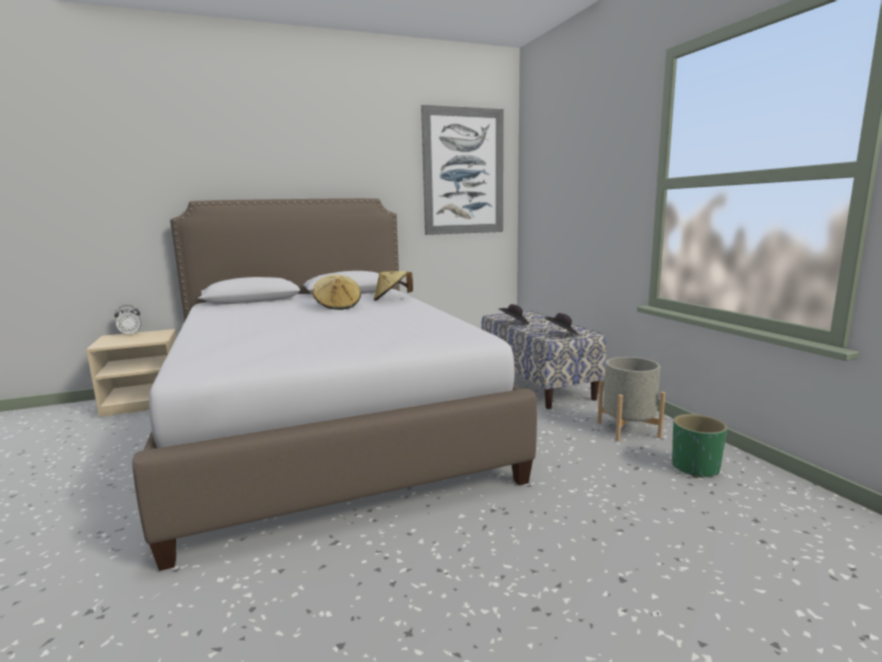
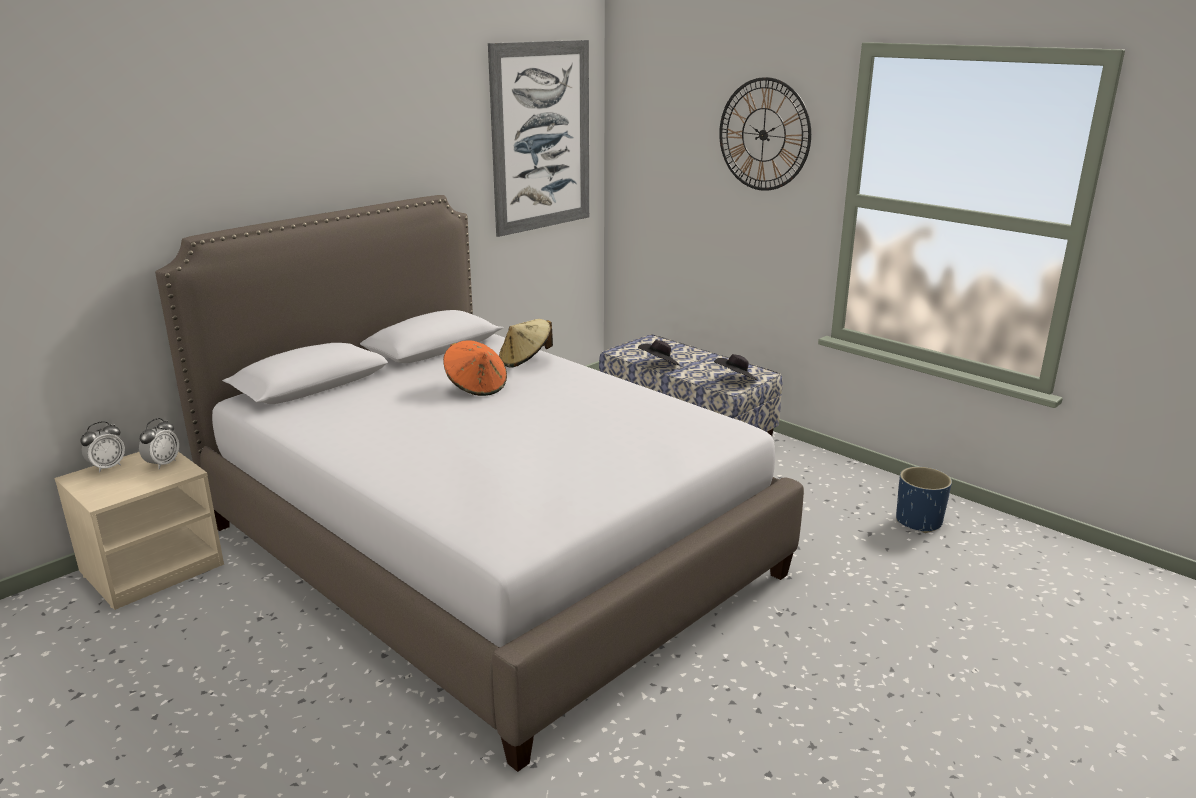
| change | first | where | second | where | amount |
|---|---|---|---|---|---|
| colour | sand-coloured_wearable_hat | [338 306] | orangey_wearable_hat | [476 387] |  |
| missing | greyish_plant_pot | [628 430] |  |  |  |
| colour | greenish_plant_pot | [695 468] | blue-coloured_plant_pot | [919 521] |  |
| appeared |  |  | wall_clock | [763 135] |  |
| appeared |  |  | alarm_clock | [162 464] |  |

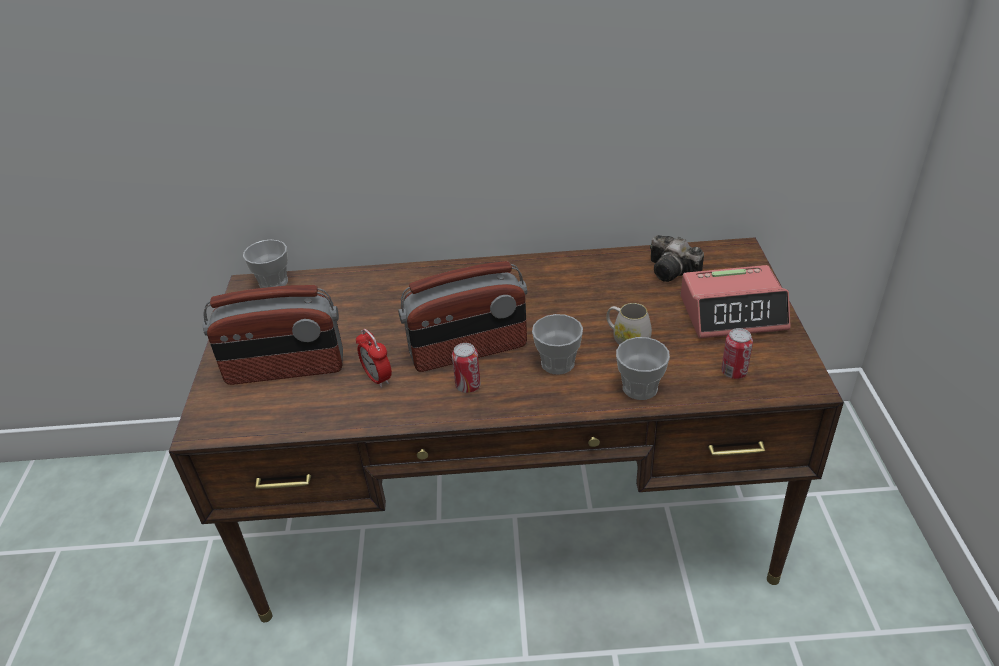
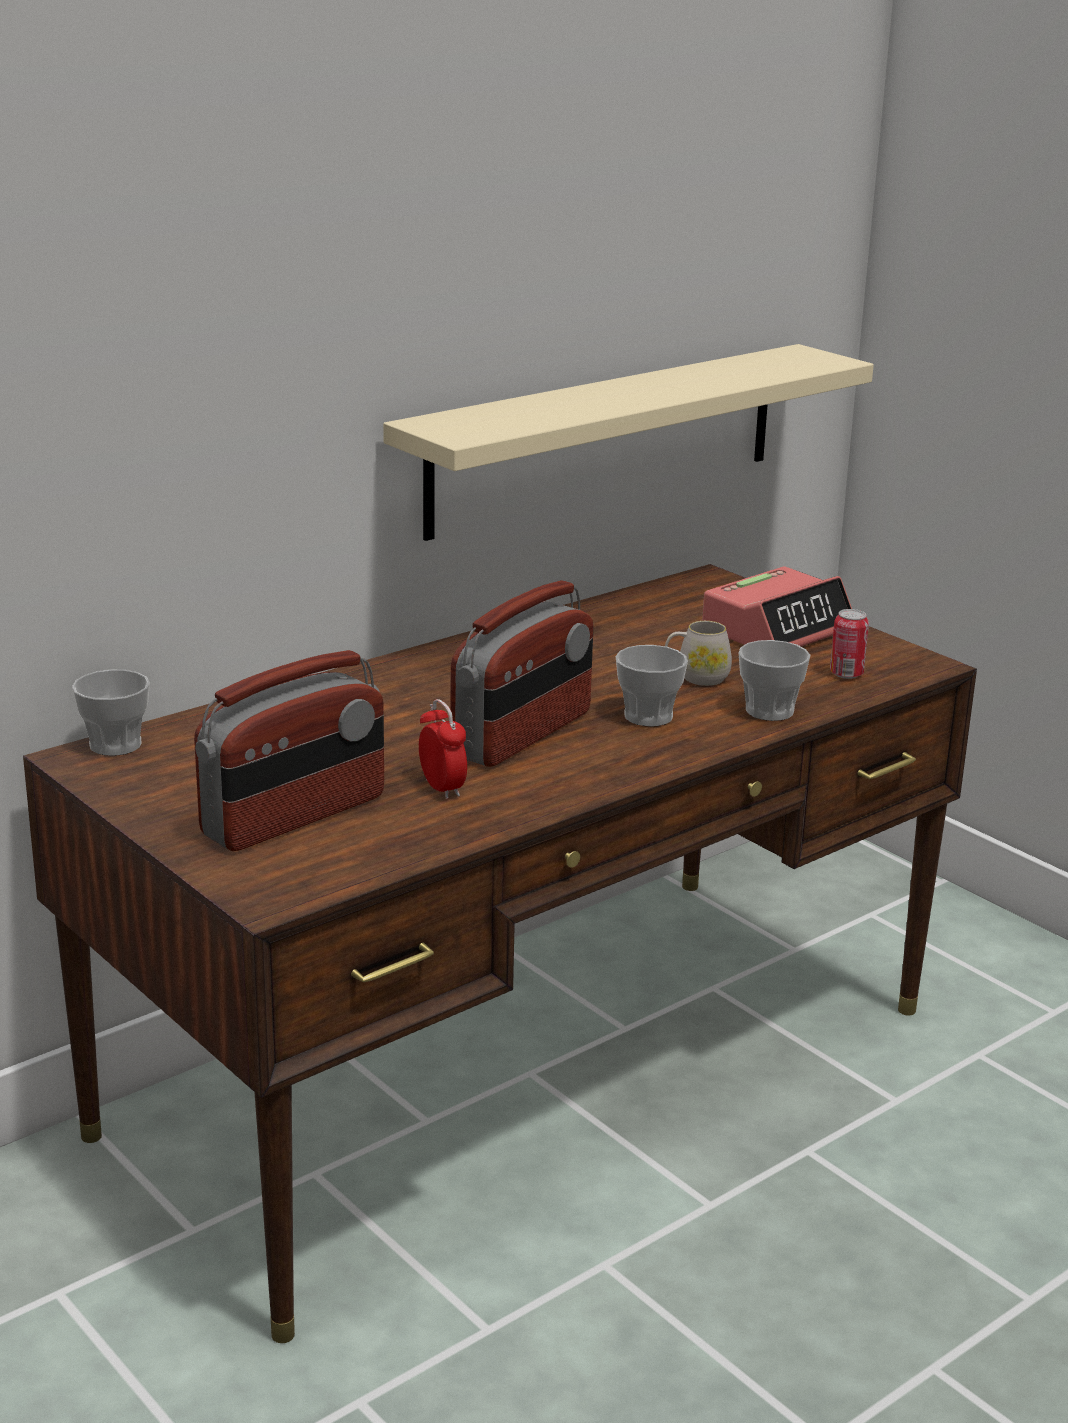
| change | first | where | second | where | amount |
|---|---|---|---|---|---|
| missing | still_camera | [674 272] |  |  |  |
| spun | alarm_clock | [377 378] |  | [442 788] | 135 degrees counterclockwise |
| missing | can | [468 386] |  |  |  |
| appeared |  |  | sand-coloured_shelf | [606 438] |  |

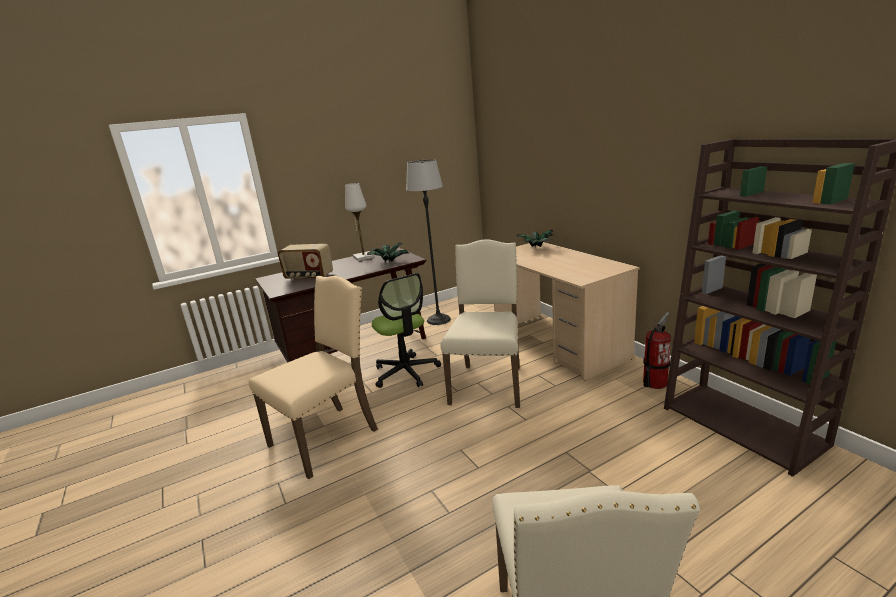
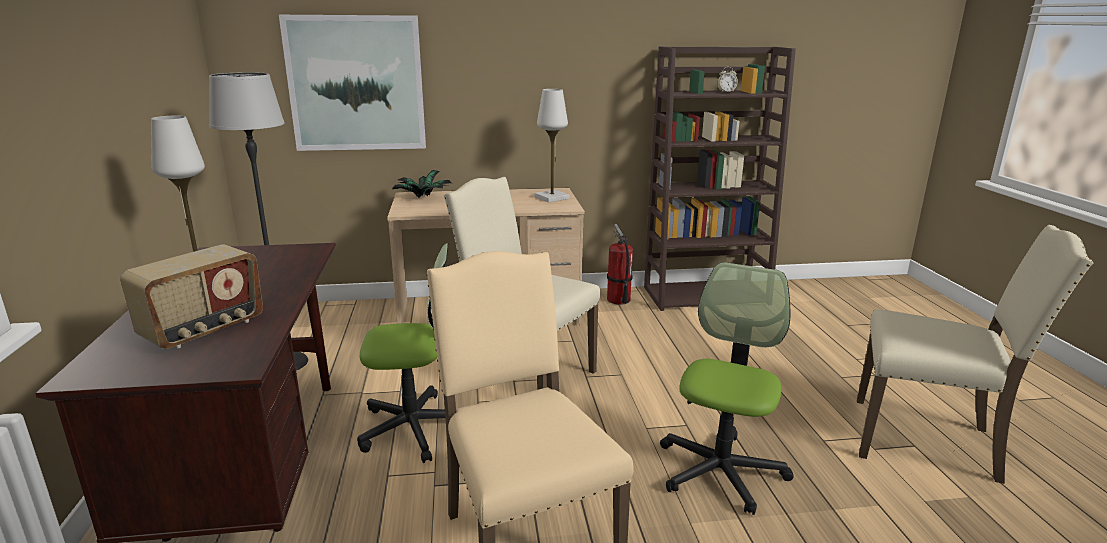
| change | first | where | second | where | amount |
|---|---|---|---|---|---|
| missing | houseplant | [388 261] |  |  |  |
| appeared |  |  | wall_picture | [356 84] |  |
| appeared |  |  | alarm_clock | [726 92] |  |
| appeared |  |  | white-coloured_table_lamp | [552 198] |  |
| appeared |  |  | computer_chair | [720 471] |  |

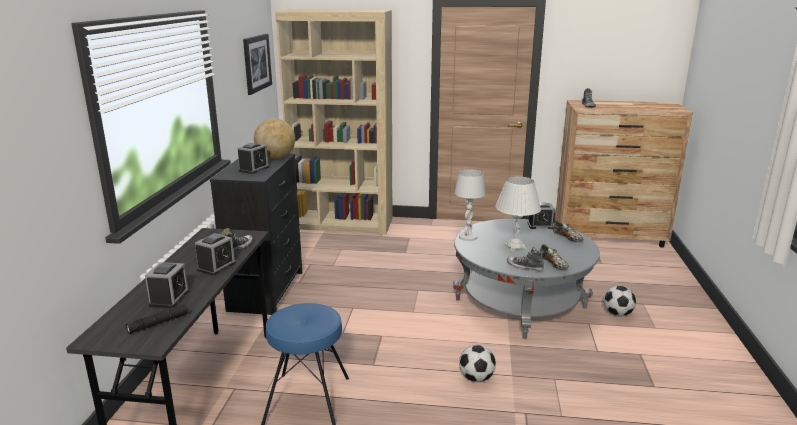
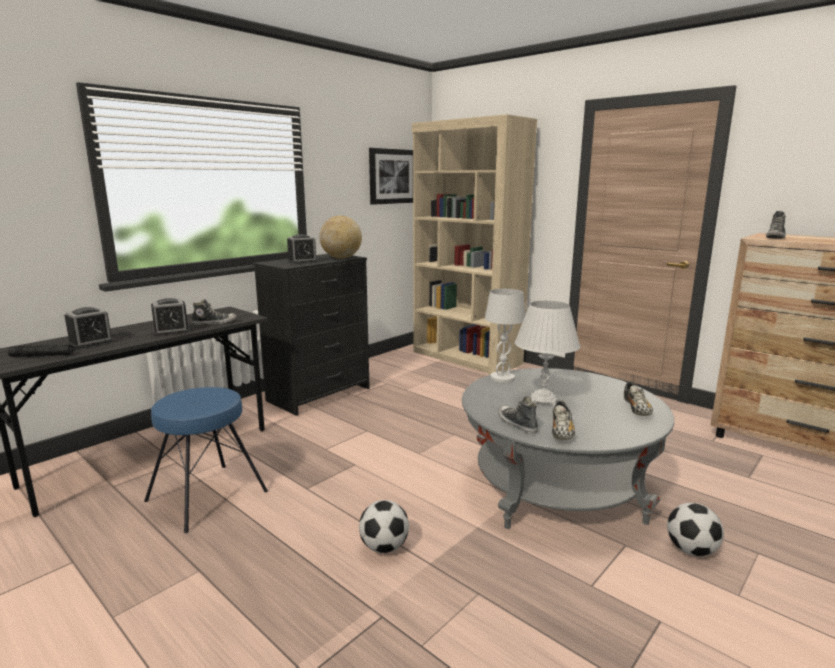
| change | first | where | second | where | amount |
|---|---|---|---|---|---|
| missing | alarm_clock | [540 225] |  |  |  |

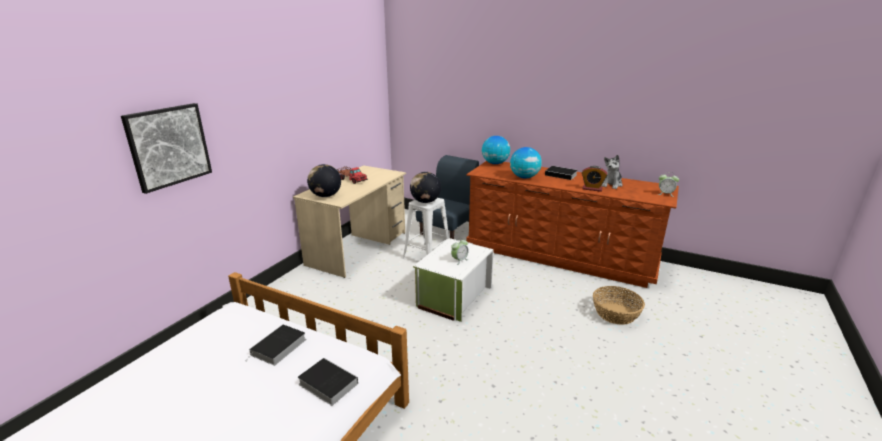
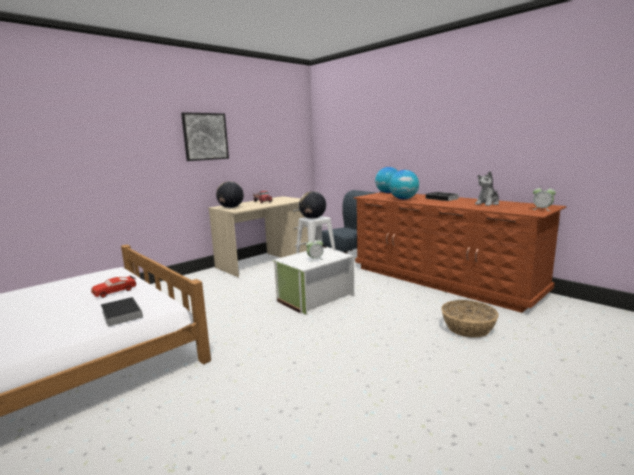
| change | first | where | second | where | amount |
|---|---|---|---|---|---|
| relocated | wall_picture | [169 146] |  | [205 136] |  |
| missing | alarm_clock | [592 189] |  |  |  |
| exchanged | book | [278 348] | red_model_car | [115 291] |  |

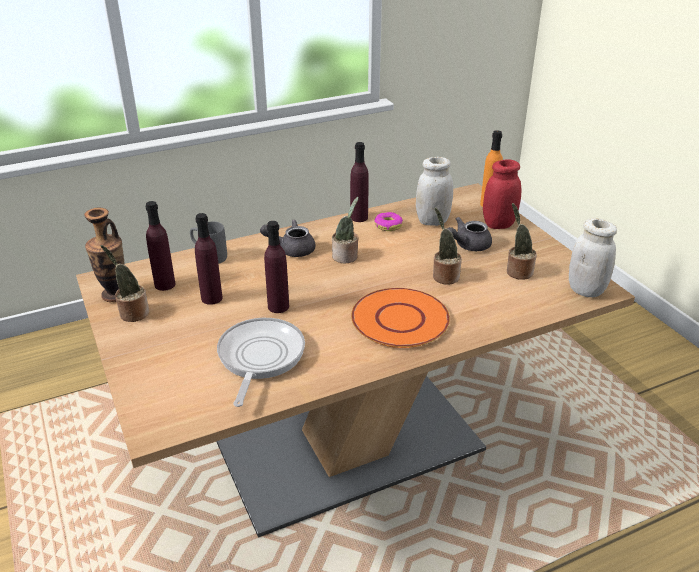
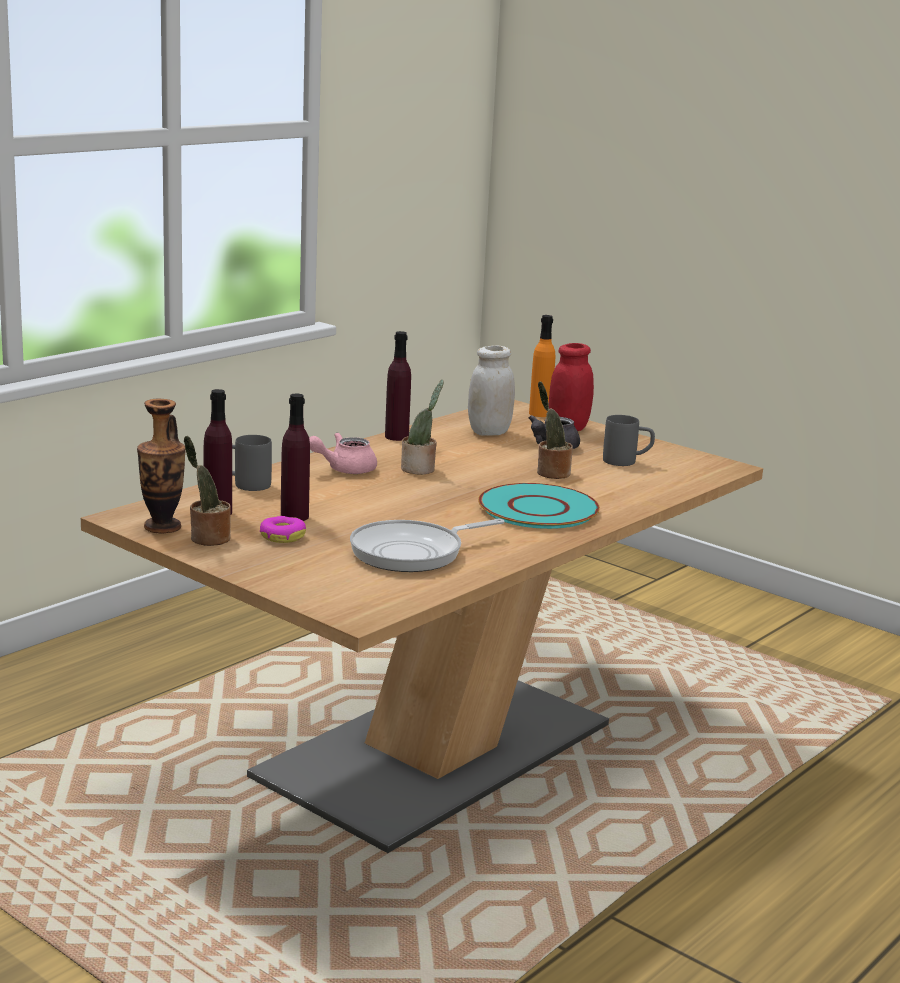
| change | first | where | second | where | amount |
|---|---|---|---|---|---|
| exchanged | houseplant | [517 271] | greyish_tea_mug | [627 462] |  |
| relocated | ring_doughnut | [388 225] |  | [282 536] |  |
| missing | white-coloured_storage_jar | [586 290] |  |  |  |
| colour | greyish_pot_for_tea | [291 249] | pinkish_pot_for_tea | [344 469] |  |
| missing | purplish_bottle | [278 306] |  |  |  |
| colour | orangey_flat_dish | [400 319] | turquoise-coloured_flat_dish | [538 508] |  |
| spun | frying_pan | [259 357] |  | [413 553] | 105 degrees counterclockwise |

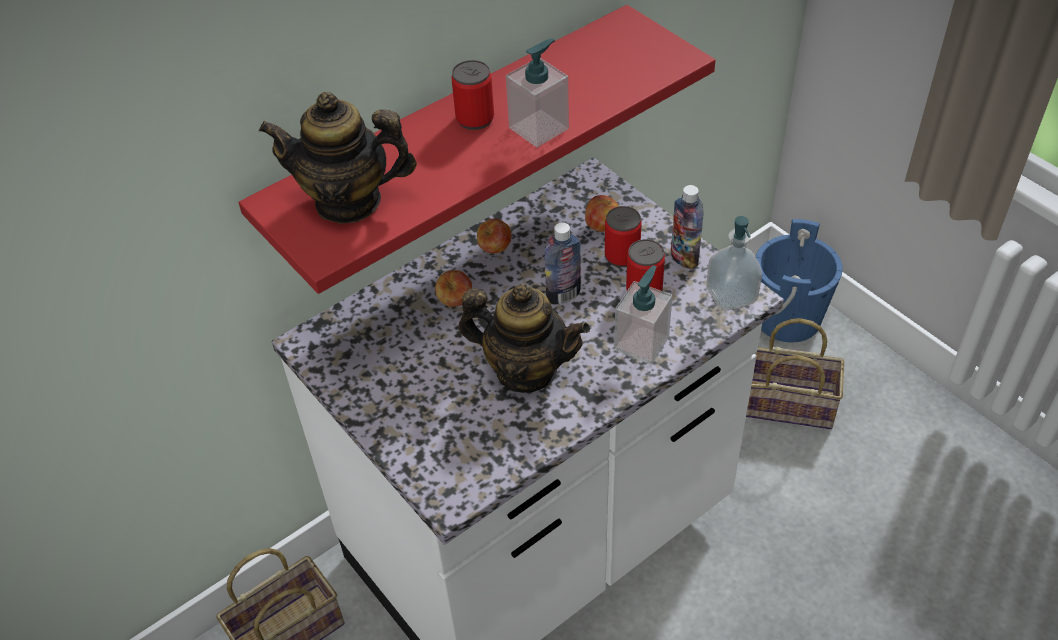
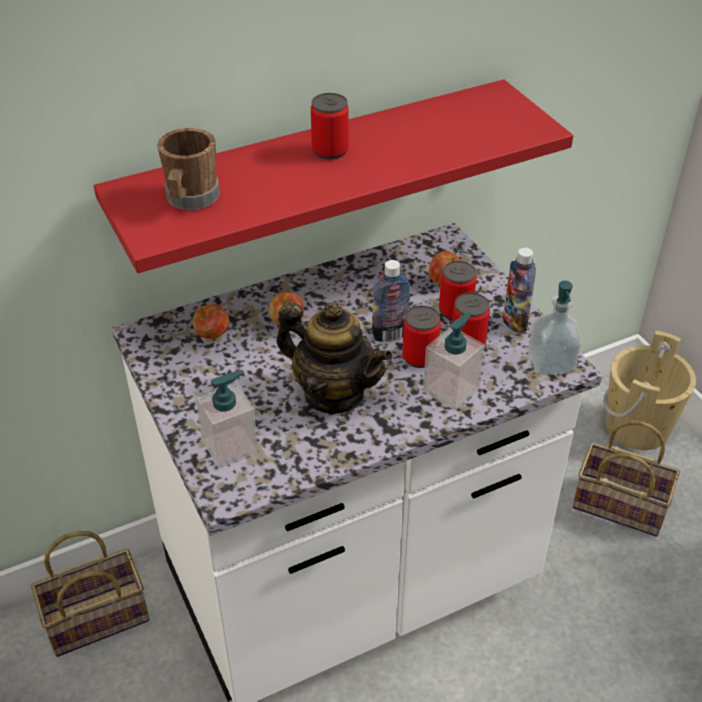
| change | first | where | second | where | amount |
|---|---|---|---|---|---|
| relocated | liquid_soap_bottle | [539 128] |  | [230 446] |  |
| exchanged | pot_for_tea | [348 201] | brownish_tea_mug | [190 199] |  |
| relocated | apple | [495 249] |  | [212 335] |  |
| colour | blue-coloured_bucket | [787 318] | sand-coloured_bucket | [637 426] |  |
| appeared |  |  | can | [420 357] |  |

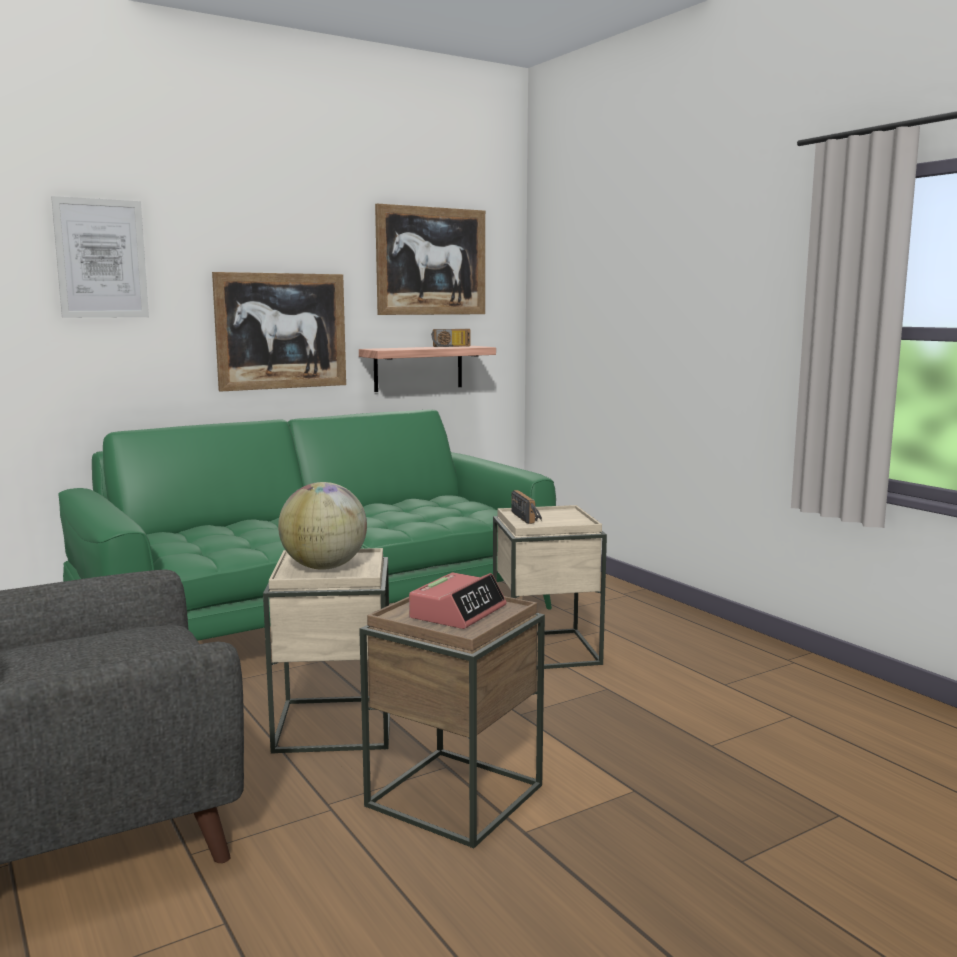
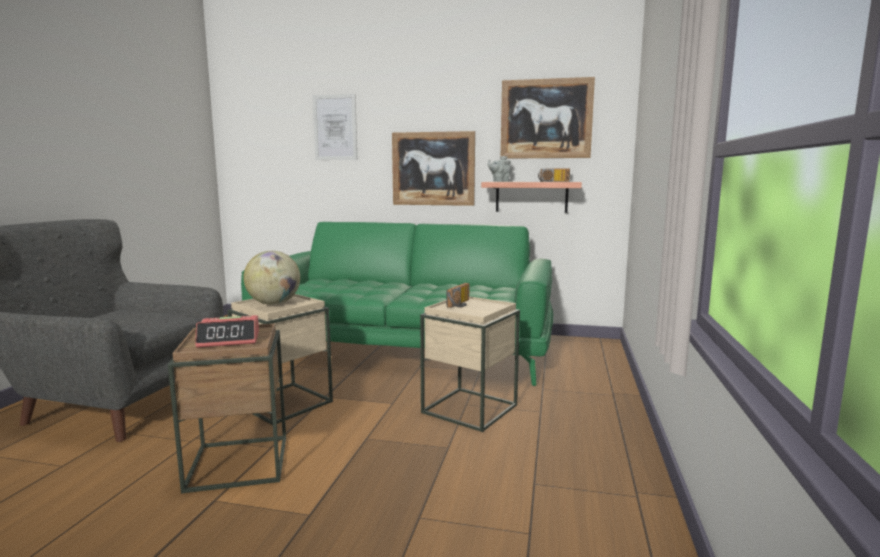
| change | first | where | second | where | amount |
|---|---|---|---|---|---|
| appeared |  |  | greyish_pot_for_tea | [499 181] |  |

